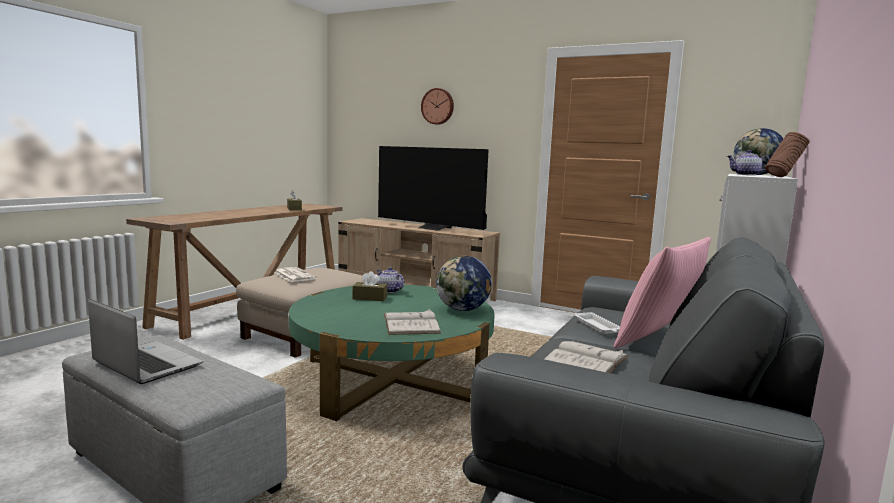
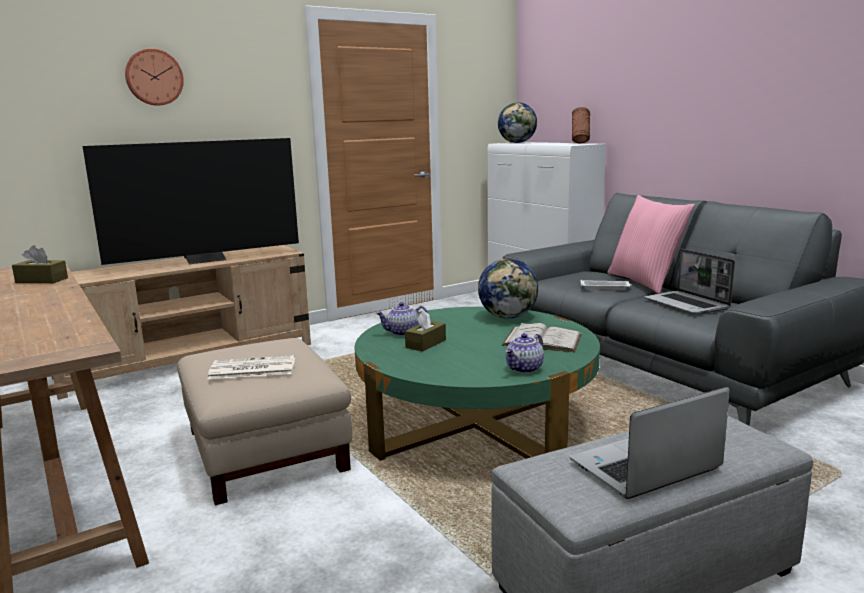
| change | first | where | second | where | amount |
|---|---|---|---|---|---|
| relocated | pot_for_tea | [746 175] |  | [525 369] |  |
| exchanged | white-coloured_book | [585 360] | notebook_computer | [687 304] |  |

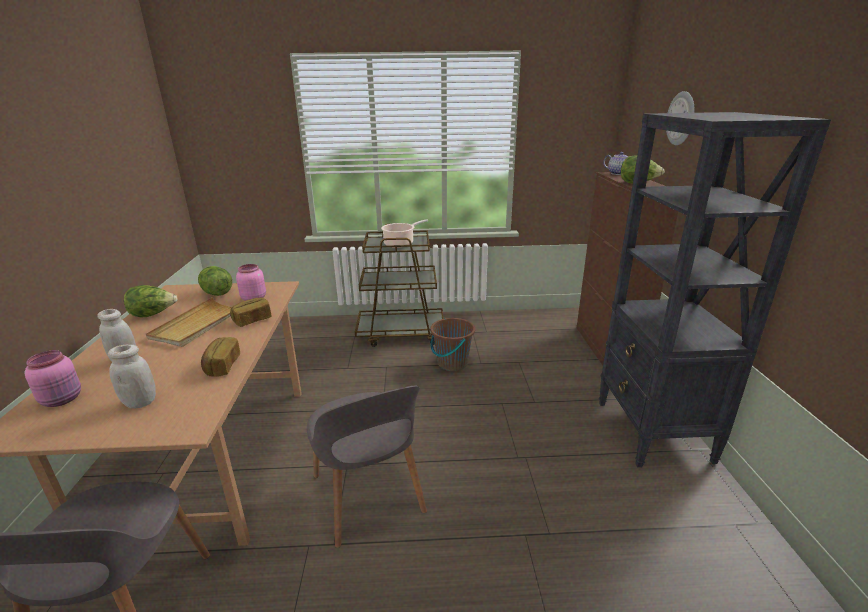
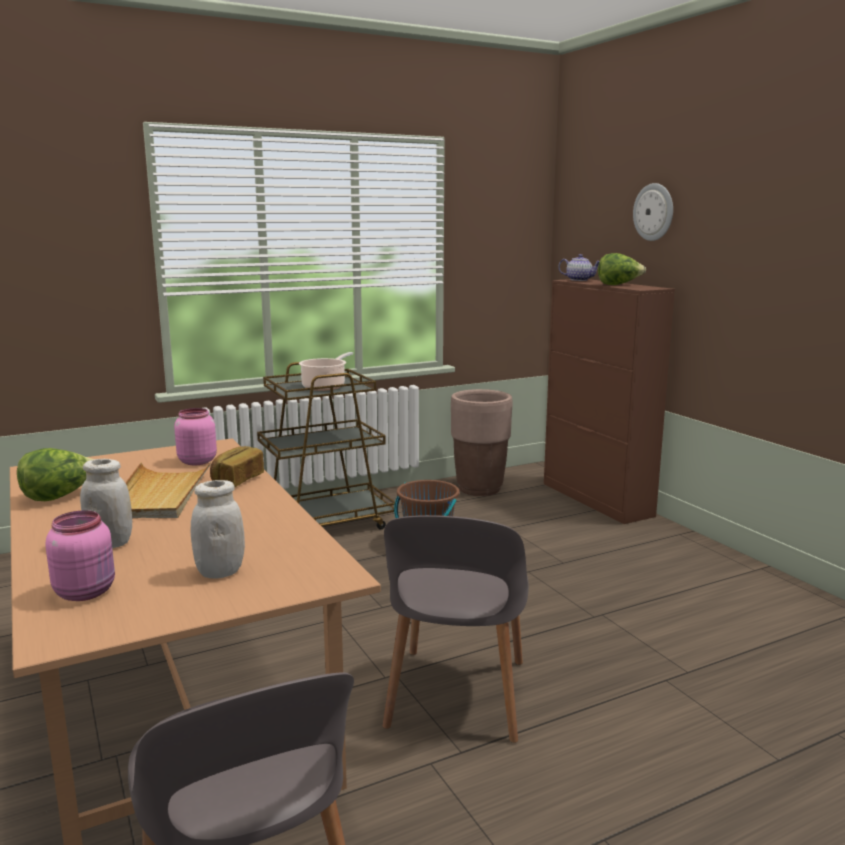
| change | first | where | second | where | amount |
|---|---|---|---|---|---|
| missing | black-coloured_shelving_unit | [653 432] |  |  |  |
| missing | head_of_lettuce | [217 293] |  |  |  |
| missing | baked_bread | [222 366] |  |  |  |
| spun | greyish_chair | [368 496] |  | [456 696] | 60 degrees clockwise |
| appeared |  |  | brownish_plant_pot | [479 489] |  |

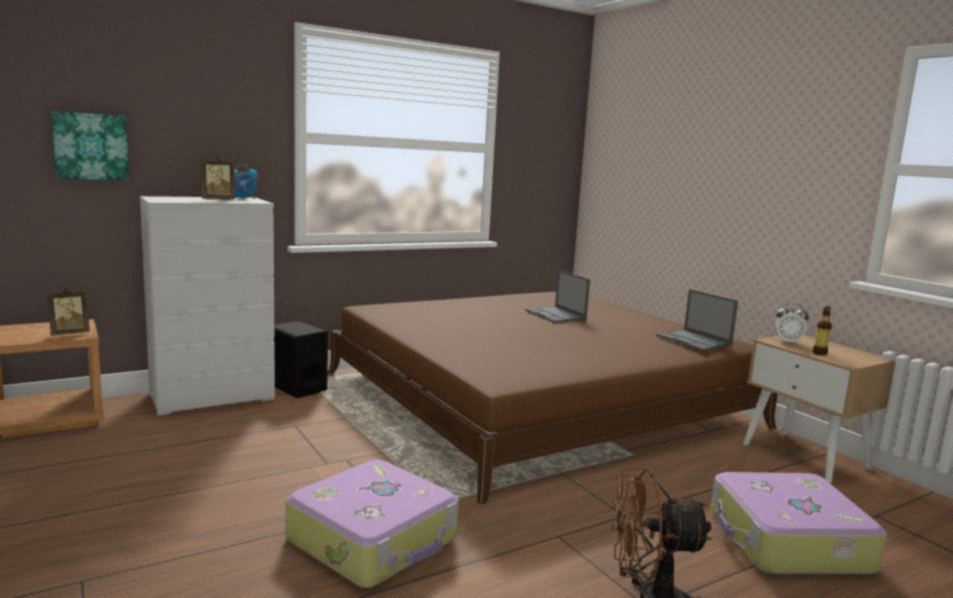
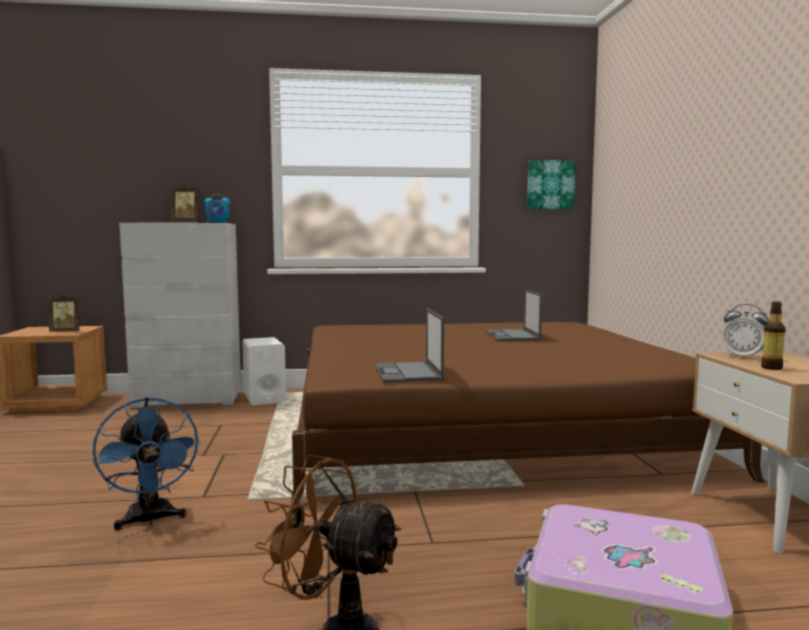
| change | first | where | second | where | amount |
|---|---|---|---|---|---|
| relocated | wall_picture | [91 146] |  | [550 185] |  |
| relocated | notebook_computer | [694 341] |  | [408 373] |  |
| colour | black-coloured_speaker | [297 388] | white-coloured_speaker | [264 398] |  |
| exchanged | piece_of_luggage | [374 540] | blue-coloured_cooling_fan | [150 520] |  |

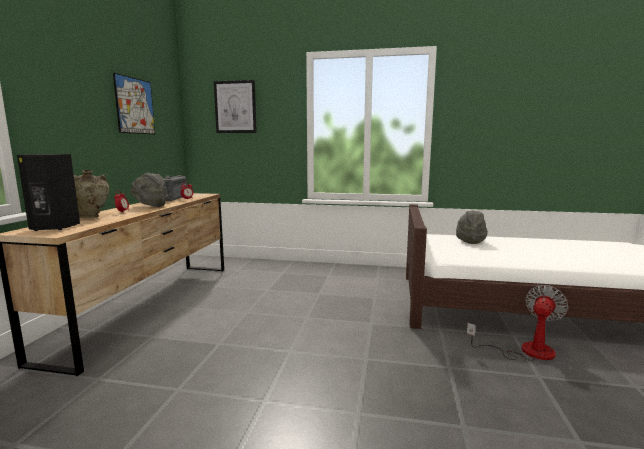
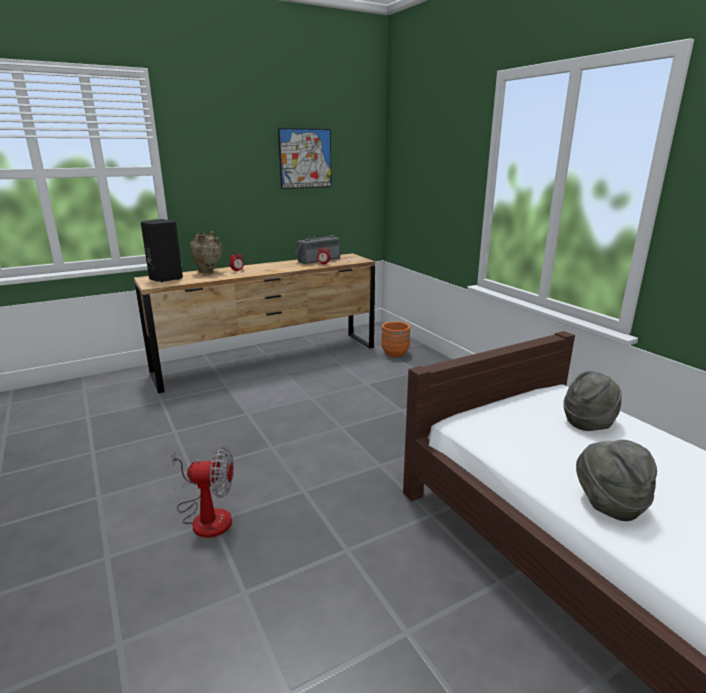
| change | first | where | second | where | amount |
|---|---|---|---|---|---|
| missing | wall_picture | [235 107] |  |  |  |
| relocated | greyish_wearable_hat | [150 206] |  | [608 503] |  |
| relocated | cooling_fan | [526 351] |  | [206 515] |  |
| appeared |  |  | orangey_plant_pot | [395 353] |  |

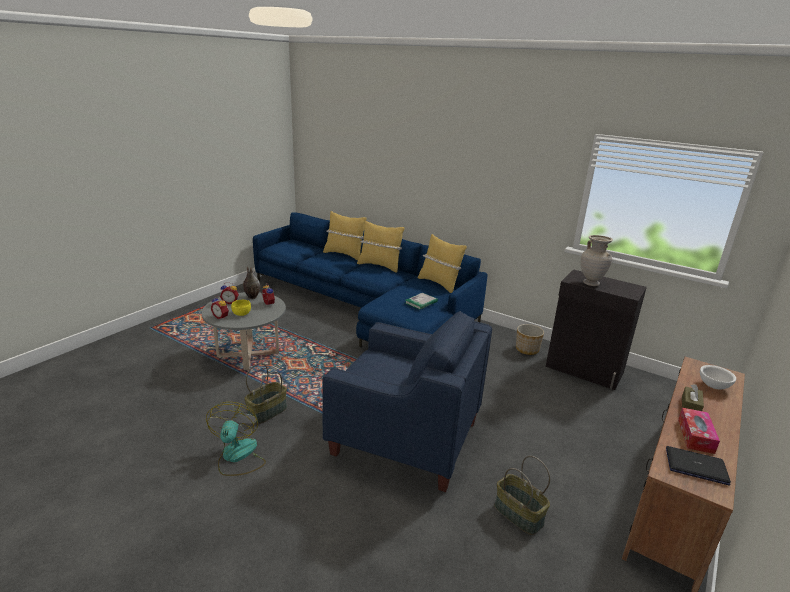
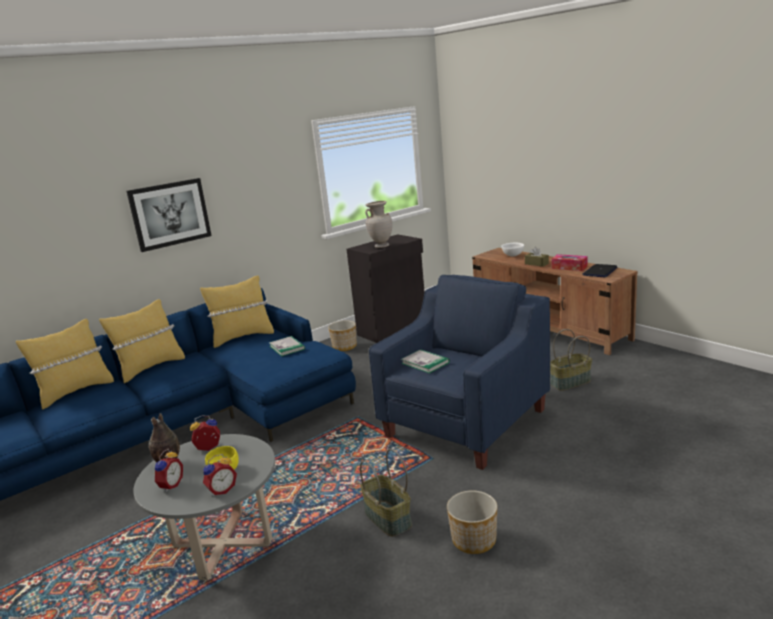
| change | first | where | second | where | amount |
|---|---|---|---|---|---|
| exchanged | cooling_fan | [237 457] | plant_pot | [474 541] |  |
| appeared |  |  | wall_picture | [170 214] |  |
| appeared |  |  | book | [425 363] |  |

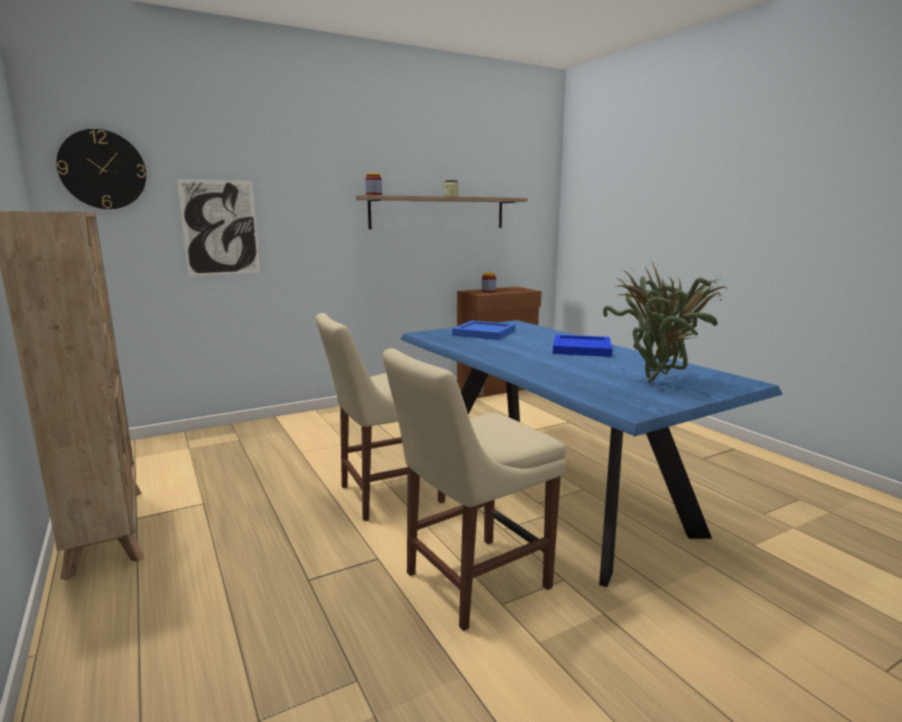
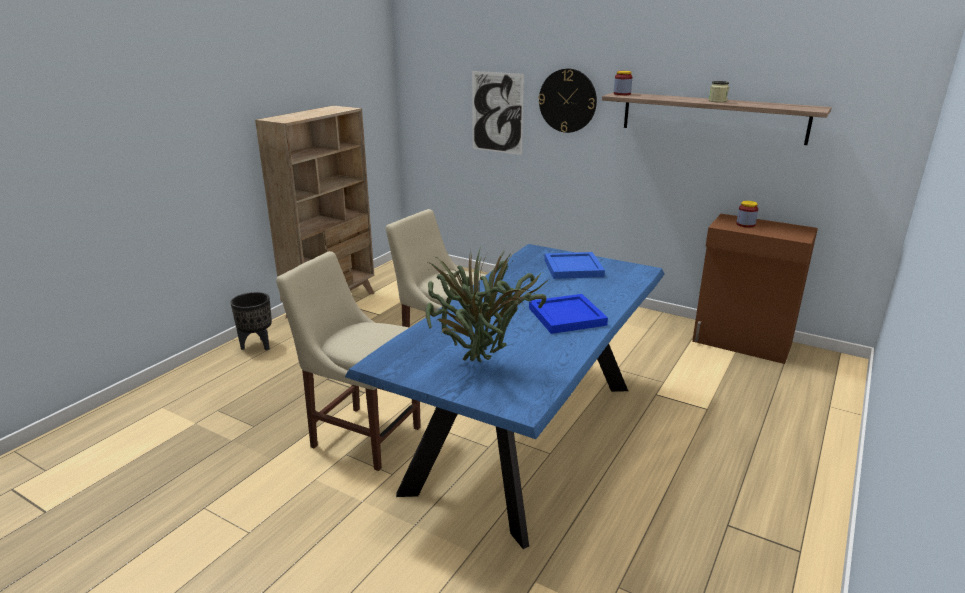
| change | first | where | second | where | amount |
|---|---|---|---|---|---|
| relocated | wall_clock | [103 169] |  | [567 100] |  |
| appeared |  |  | black-coloured_plant_pot | [257 345] |  |

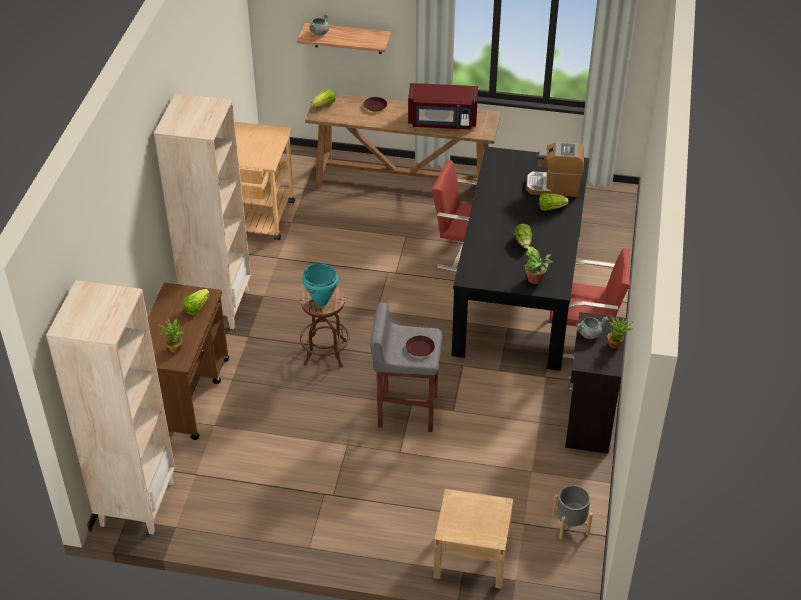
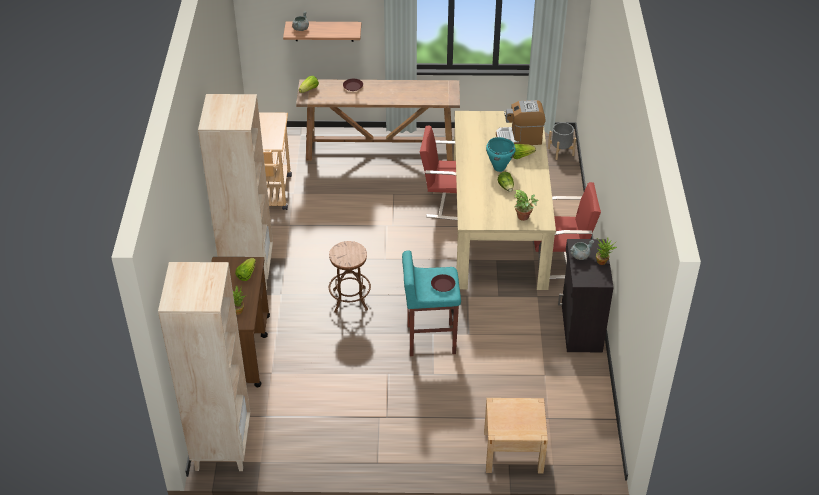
| change | first | where | second | where | amount |
|---|---|---|---|---|---|
| missing | red_kitchen_microwave | [442 121] |  |  |  |
| colour | black-coloured_dinner_table | [519 289] | sand-coloured_dinner_table | [498 227] |  |
| relocated | turquoise-coloured_cooking_pot | [321 301] |  | [499 168] |  |
| colour | greyish_sitting_stool | [406 410] | turquoise-coloured_sitting_stool | [430 339] |  |
| relocated | greyish_plant_pot | [570 524] |  | [561 151] |  |

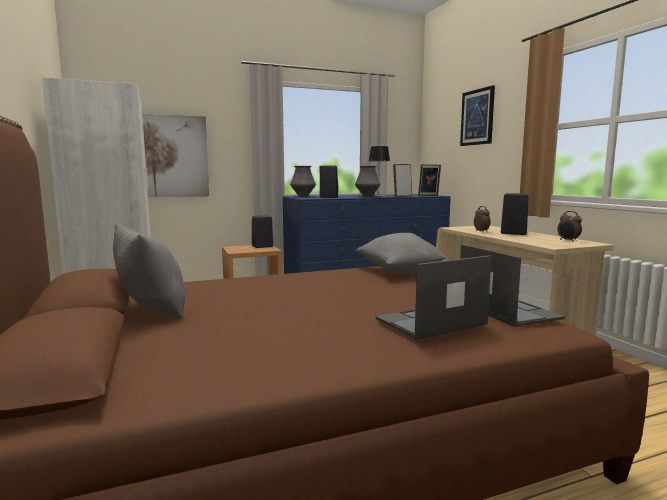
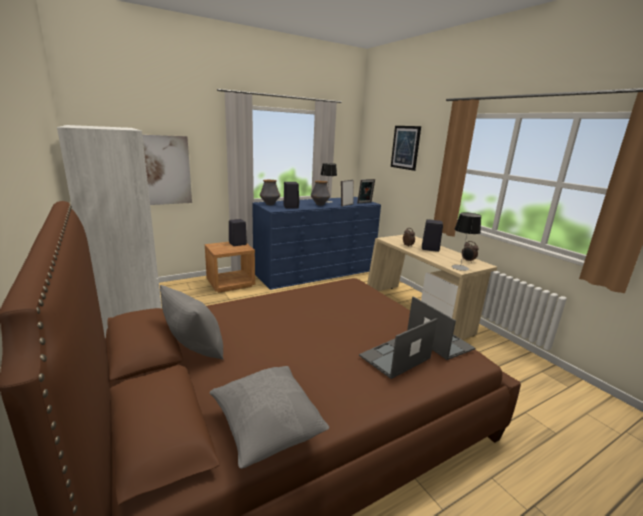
| change | first | where | second | where | amount |
|---|---|---|---|---|---|
| relocated | greyish_pillow | [399 272] |  | [267 428] |  |
| appeared |  |  | table_lamp | [460 267] |  |

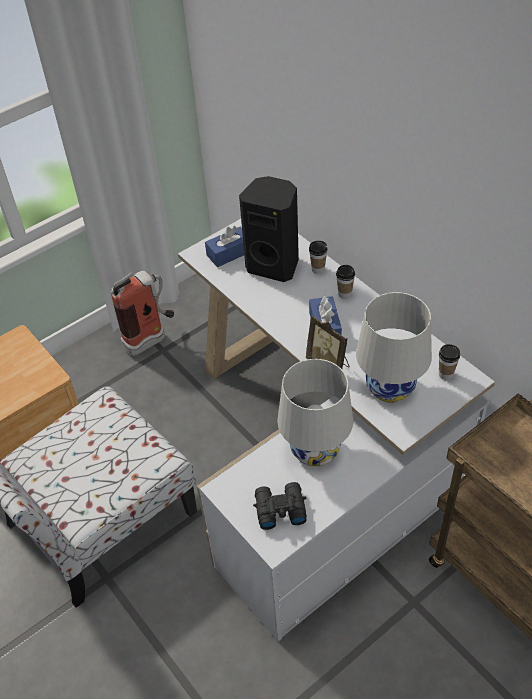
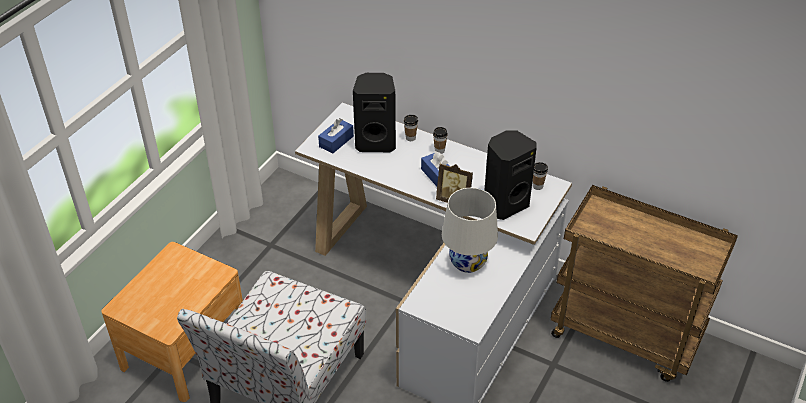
| change | first | where | second | where | amount |
|---|---|---|---|---|---|
| missing | fire-fighting_cylinder | [151 339] |  |  |  |
| exchanged | white-coloured_table_lamp | [390 388] | black-coloured_speaker | [505 204] |  |
| missing | black-coloured_binoculars | [279 509] |  |  |  |

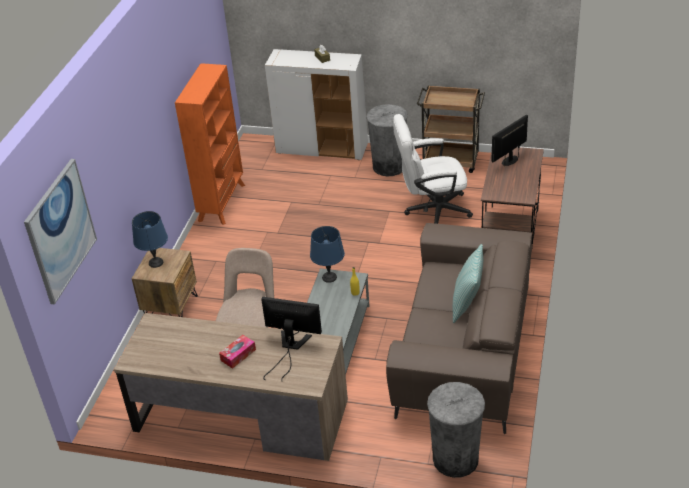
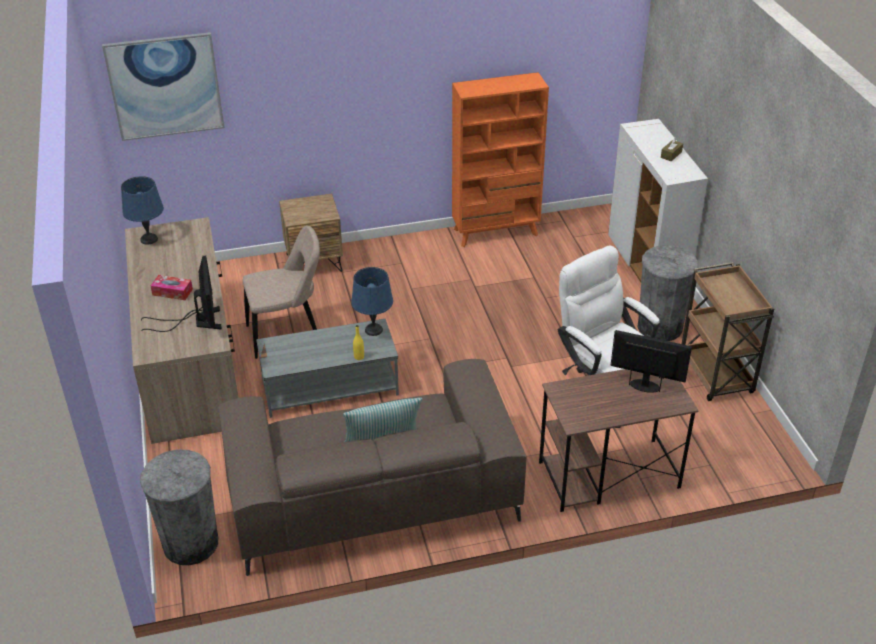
| change | first | where | second | where | amount |
|---|---|---|---|---|---|
| relocated | blue-coloured_table_lamp | [155 263] |  | [148 239] |  |

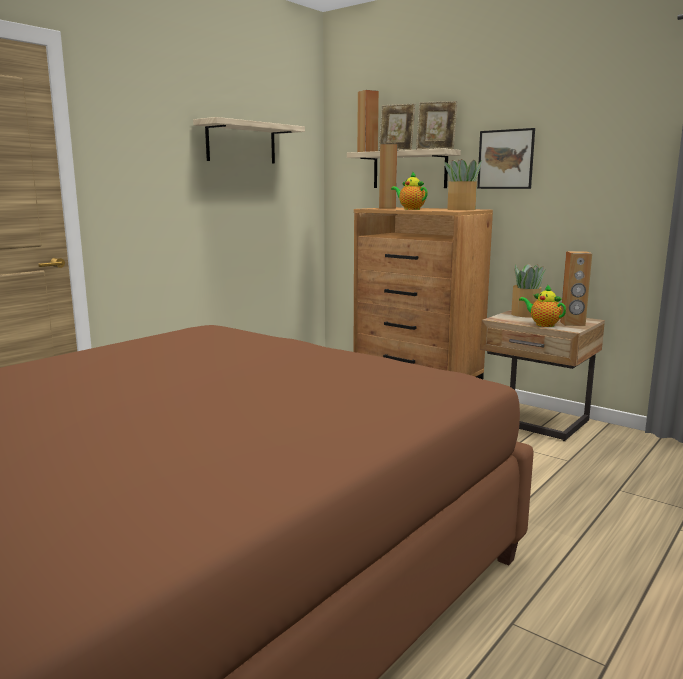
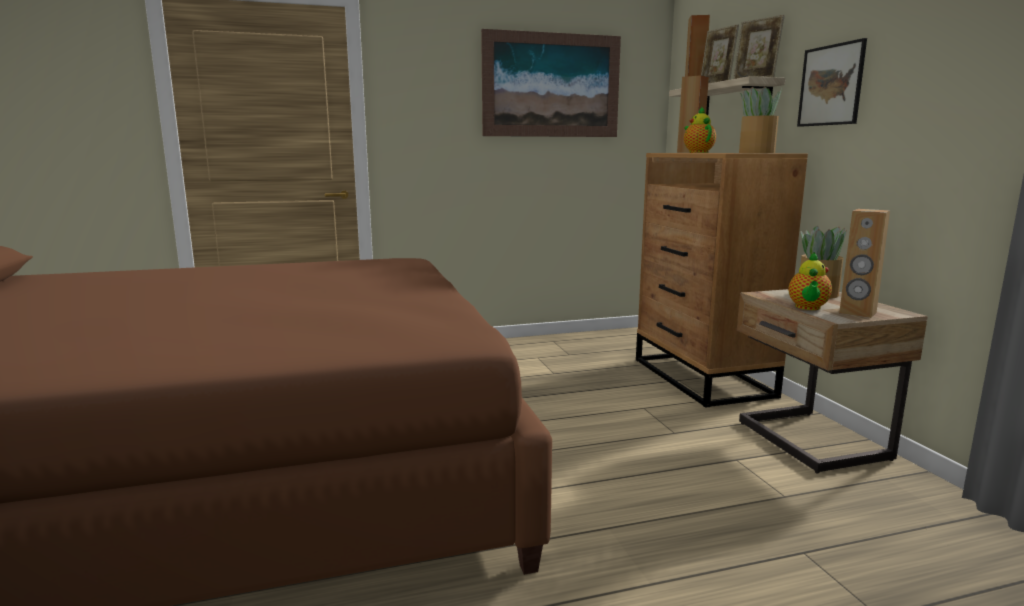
| change | first | where | second | where | amount |
|---|---|---|---|---|---|
| exchanged | shelf | [241 143] | wall_picture | [551 85] |  |
| spun | pot_for_tea | [542 324] |  | [808 308] | 150 degrees counterclockwise |

